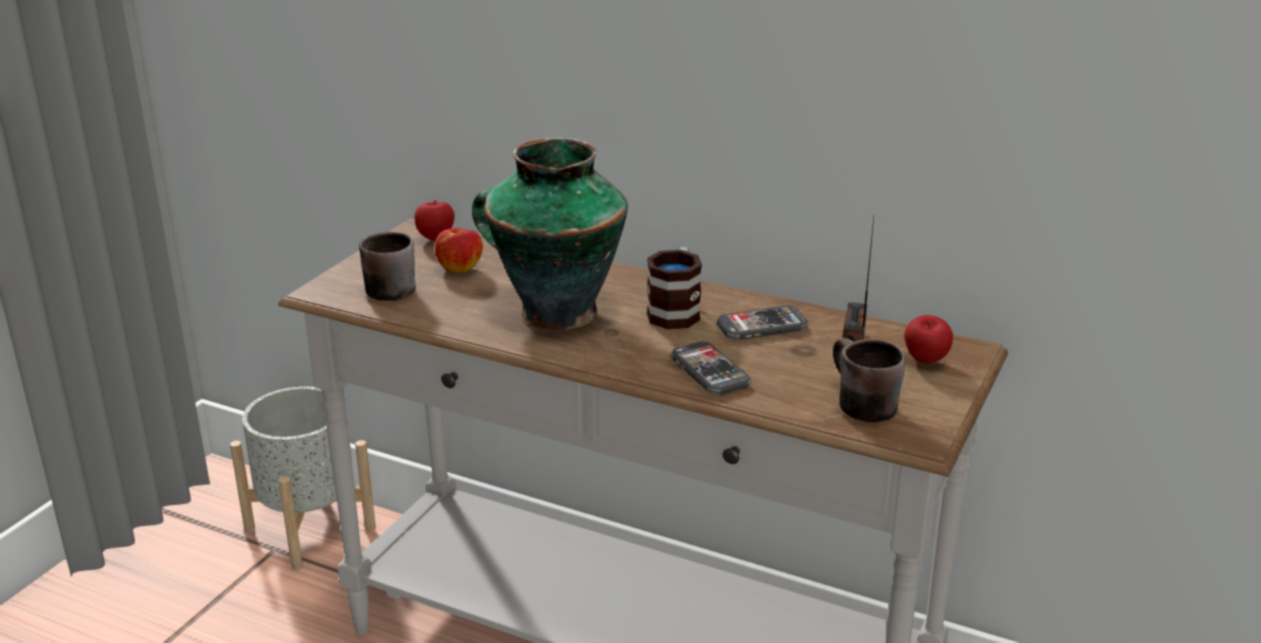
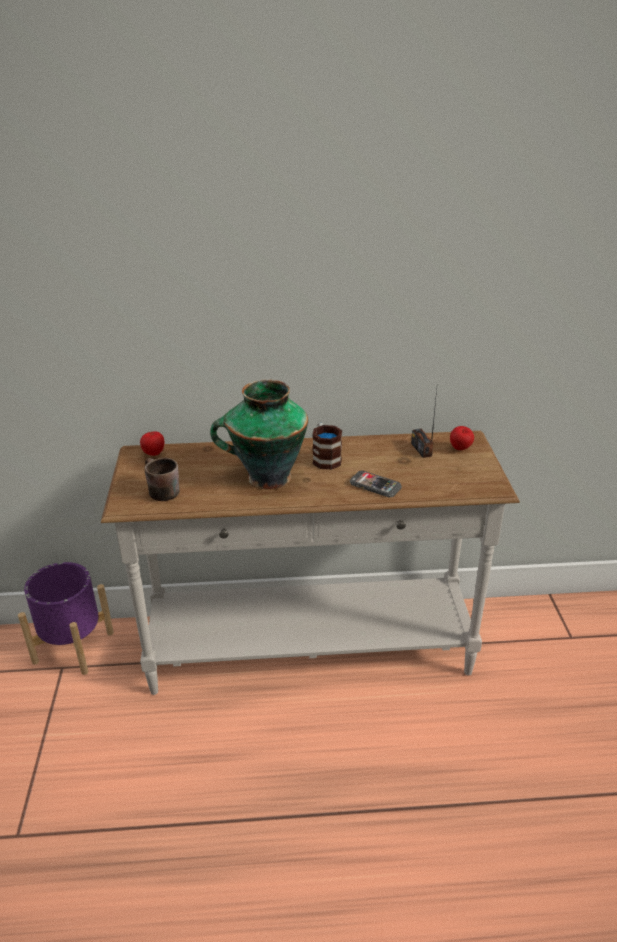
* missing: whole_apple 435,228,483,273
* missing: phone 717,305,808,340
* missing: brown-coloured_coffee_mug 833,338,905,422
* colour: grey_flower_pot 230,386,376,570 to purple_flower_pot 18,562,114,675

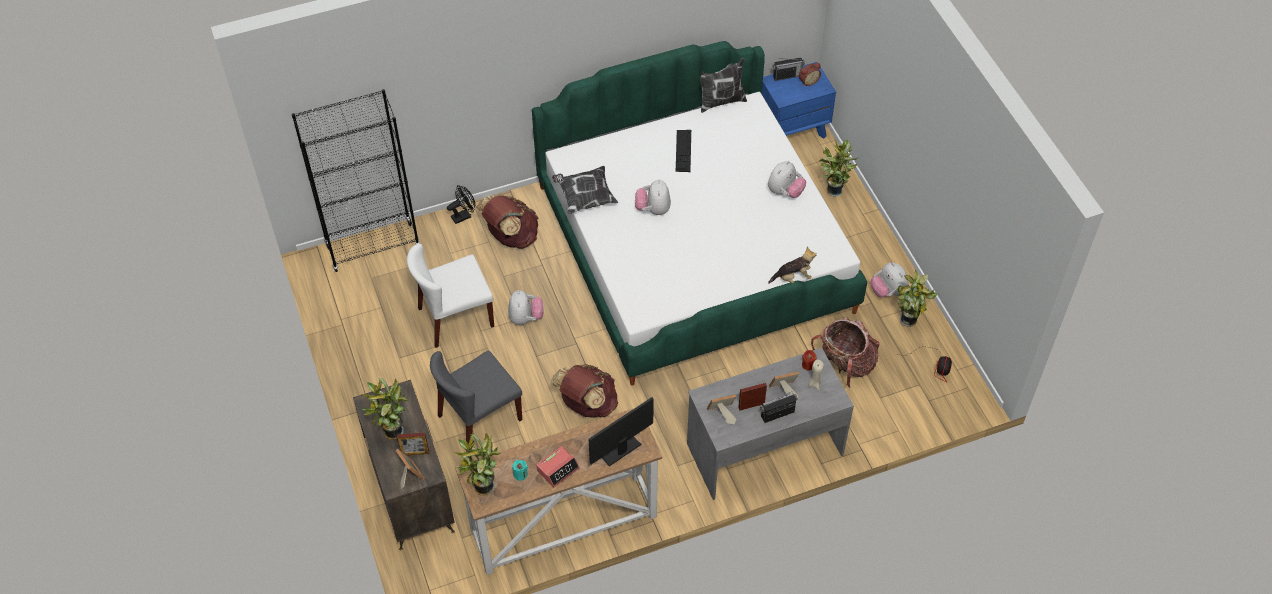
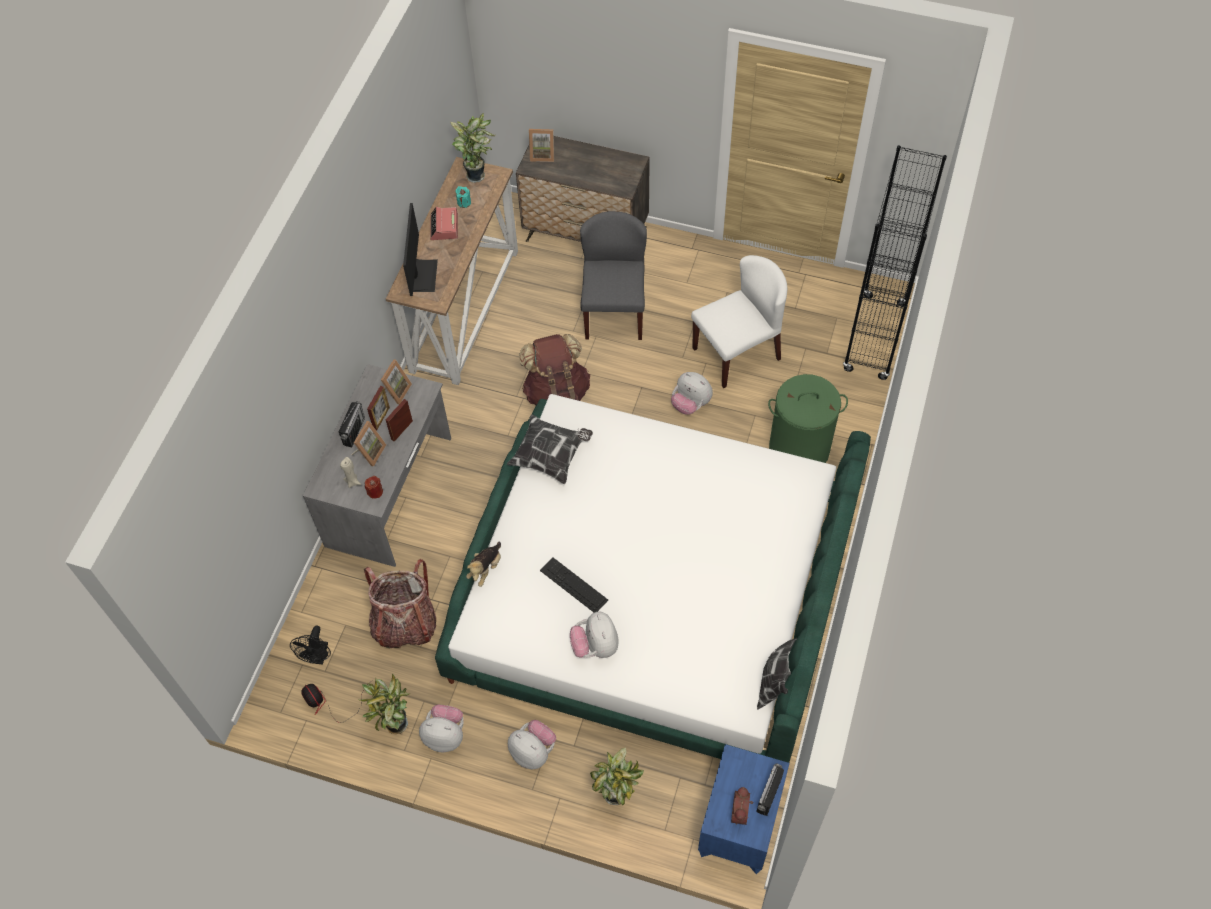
* missing: houseplant 362,378,408,440
* relocated: picture_frame 397,433,429,455 to 386,399,413,442
* relocated: blackish_fan 447,185,476,224 to 290,626,331,665
* relocated: throw_pillow 552,166,618,215 to 507,415,593,484
* relocated: plush_toy 635,179,671,215 to 508,720,556,770
* relocated: computer_keyboard 676,130,691,172 to 540,558,608,612
* exchanged: brown-coloured_backpack 476,195,539,249 to greenish_washing_basket 768,374,848,463
* spun: white_plain_chair 407,244,494,348 = 691,255,787,388 45 degrees clockwise

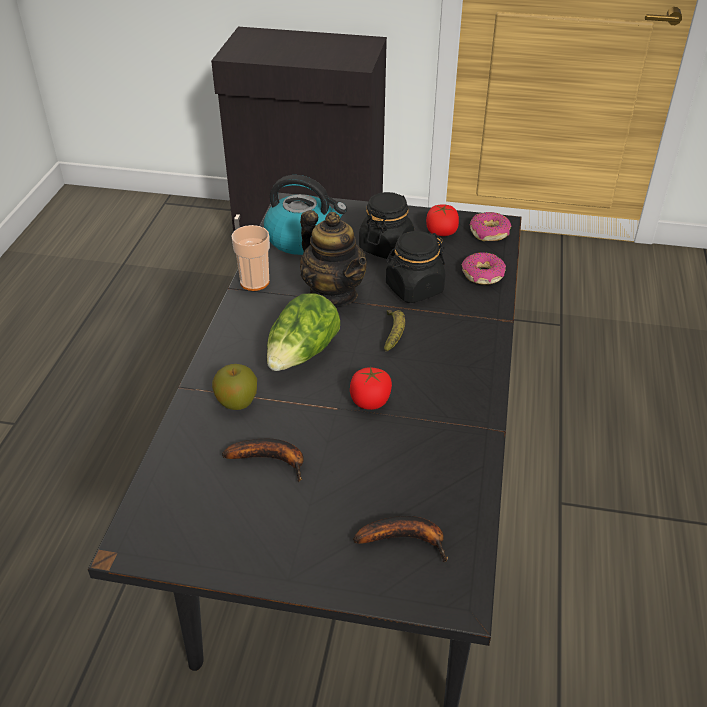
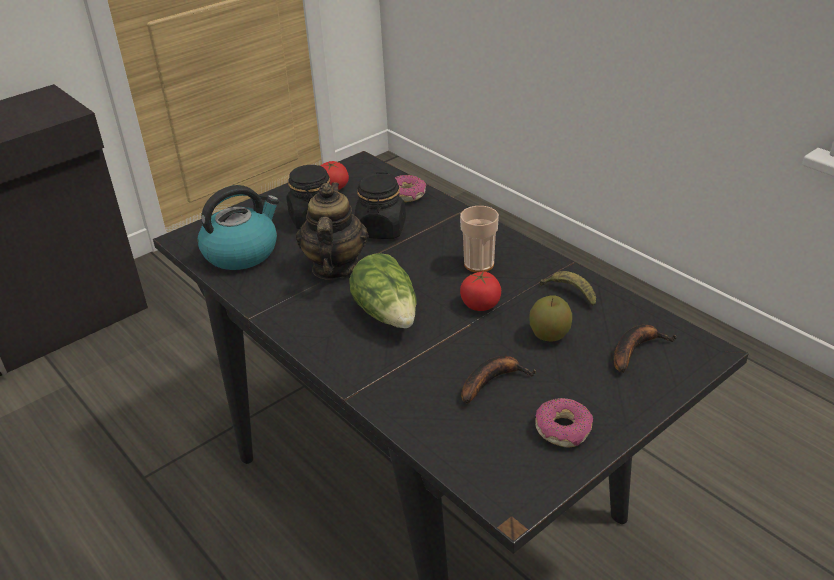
* relocated: whole_apple 212,364,257,410 to 529,295,572,342
* relocated: small_cup 231,225,270,291 to 460,206,499,273
* relocated: banana_fruit 384,310,405,351 to 539,271,596,306
* relocated: donut 470,212,512,241 to 535,398,593,448
* spun: teapot 300,210,367,306 = 296,182,369,280 90 degrees counterclockwise

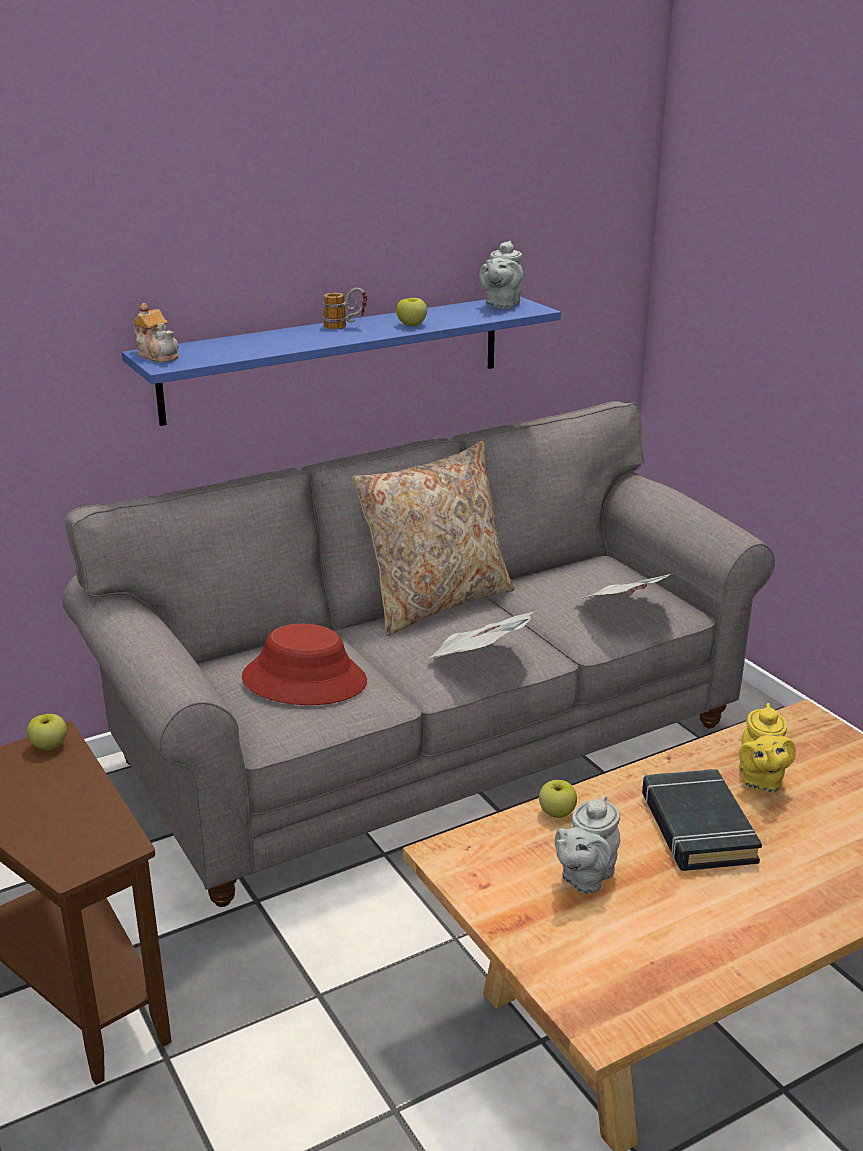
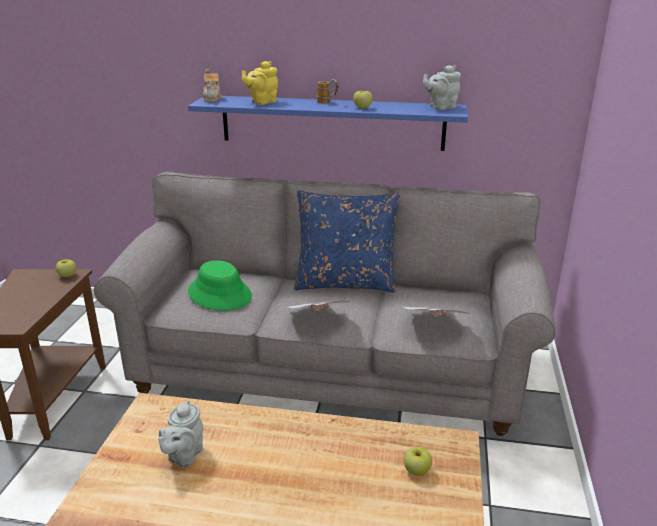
* missing: blackish_volume 642,769,762,871
* relocated: whole_apple 539,780,577,818 to 404,447,432,476
* relocated: yellowish_teapot 739,703,796,793 to 242,61,278,105
* colour: reddish_wearable_hat 242,624,367,705 to greenish_wearable_hat 188,260,252,311
* colour: beige-coloured_throw_pillow 352,441,515,636 to blue-coloured_throw_pillow 294,190,400,293
* spun: grey_teapot 555,796,620,894 = 158,400,203,467 60 degrees counterclockwise

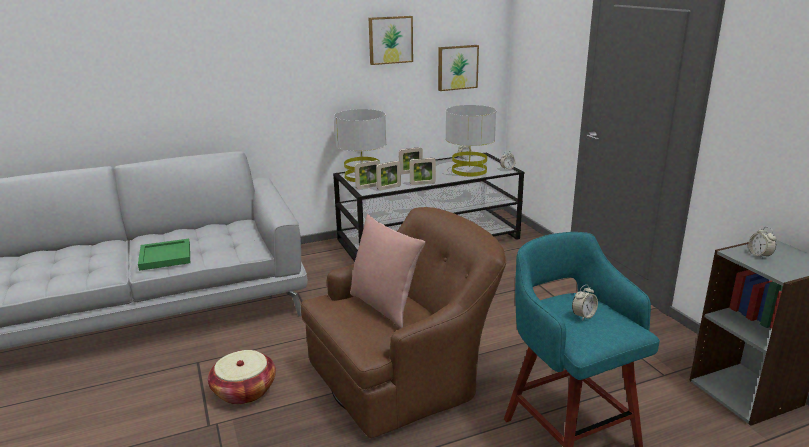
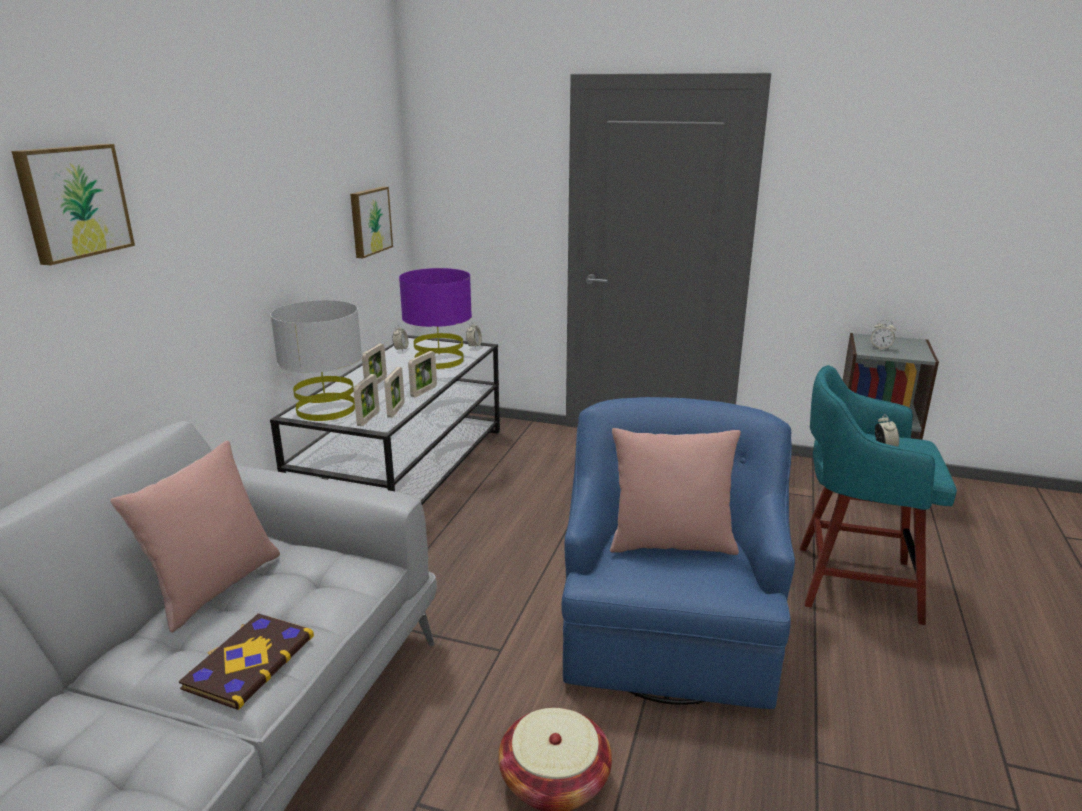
* appeared: pink_throw_pillow 110,441,280,633
* relocated: wall_art 369,16,413,65 to 12,144,135,265
* exchanged: greenish_serving_tray 138,239,190,271 to volume 179,613,314,710
* colour: brown-coloured_armchair 301,207,506,438 to blue-coloured_armchair 561,397,795,709
* colour: grey_table_lamp 446,105,496,176 to purple_table_lamp 399,268,472,369

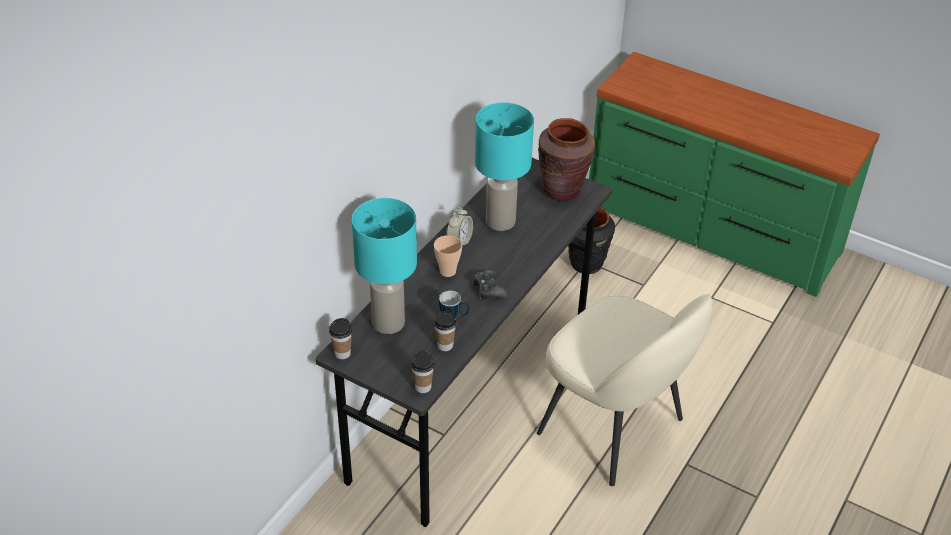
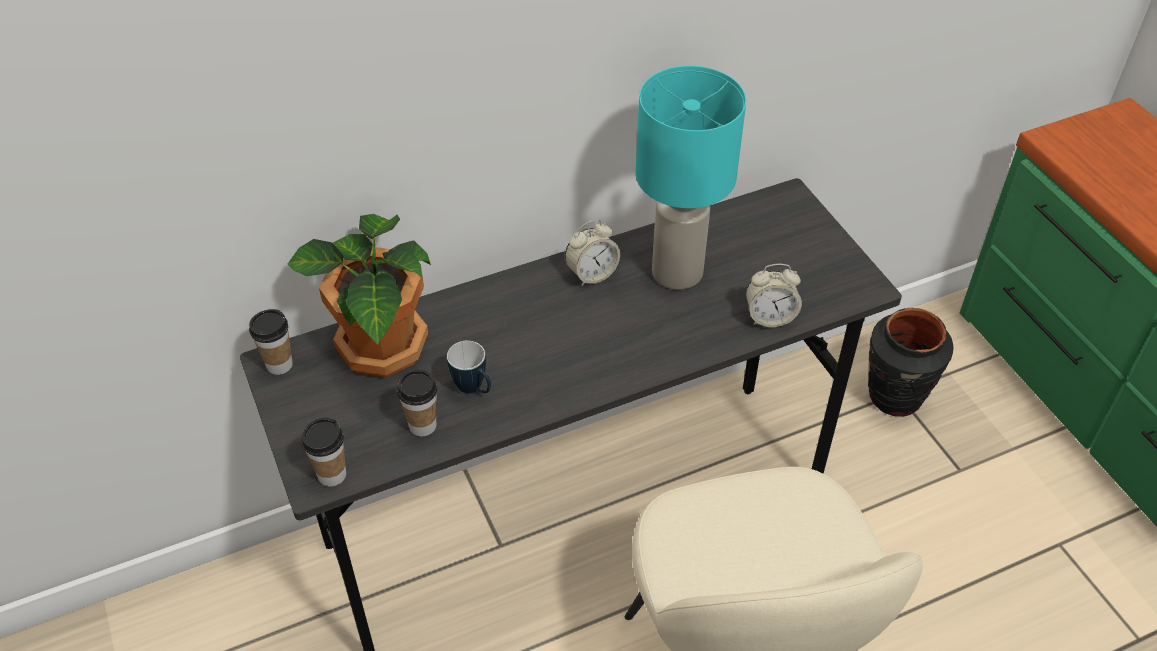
* missing: small_cup 434,235,462,277
* missing: blackish_gamepad 472,270,507,300
* missing: brown-coloured_flower_vase 538,118,595,201
* appeared: bedside_clock 746,264,802,327
* exchanged: turquoise-coloured_table_lamp 352,198,417,334 to houseplant 288,214,431,377

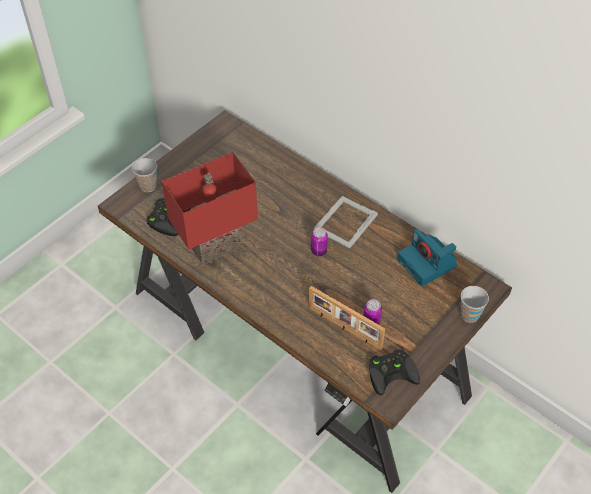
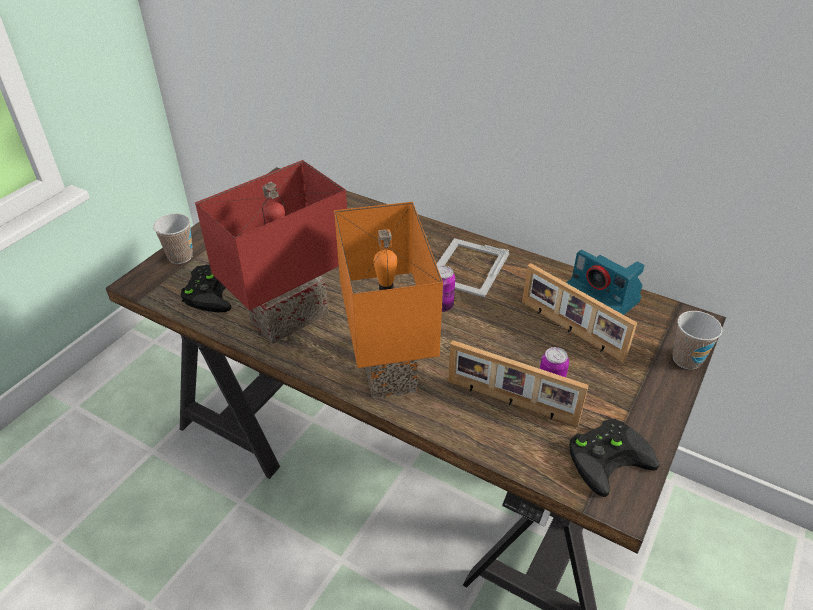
* appeared: orangey_table_lamp 334,202,443,399
* appeared: picture_frame 522,263,637,363

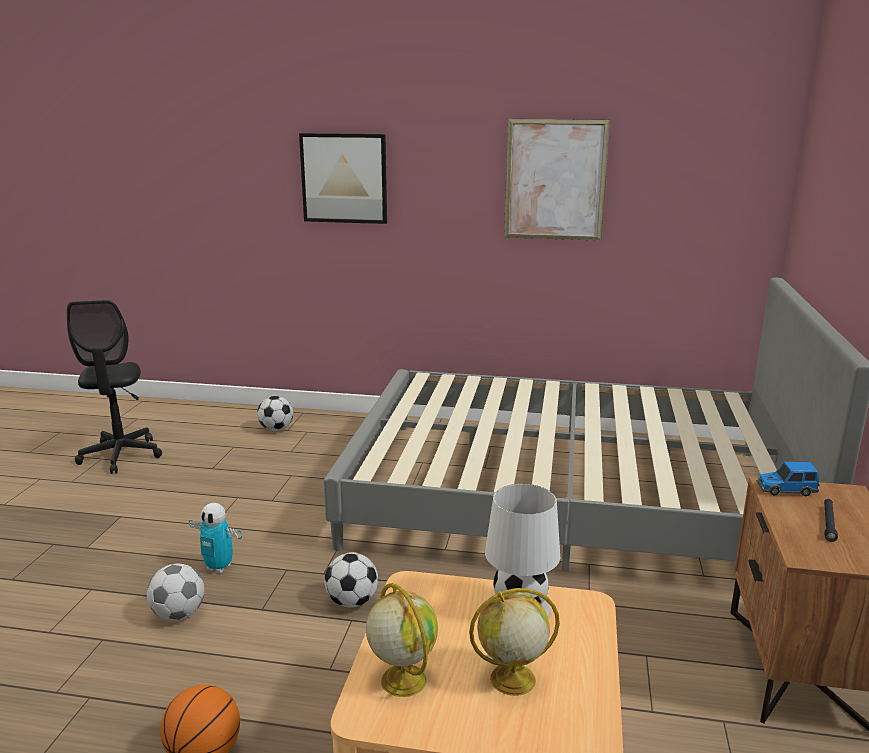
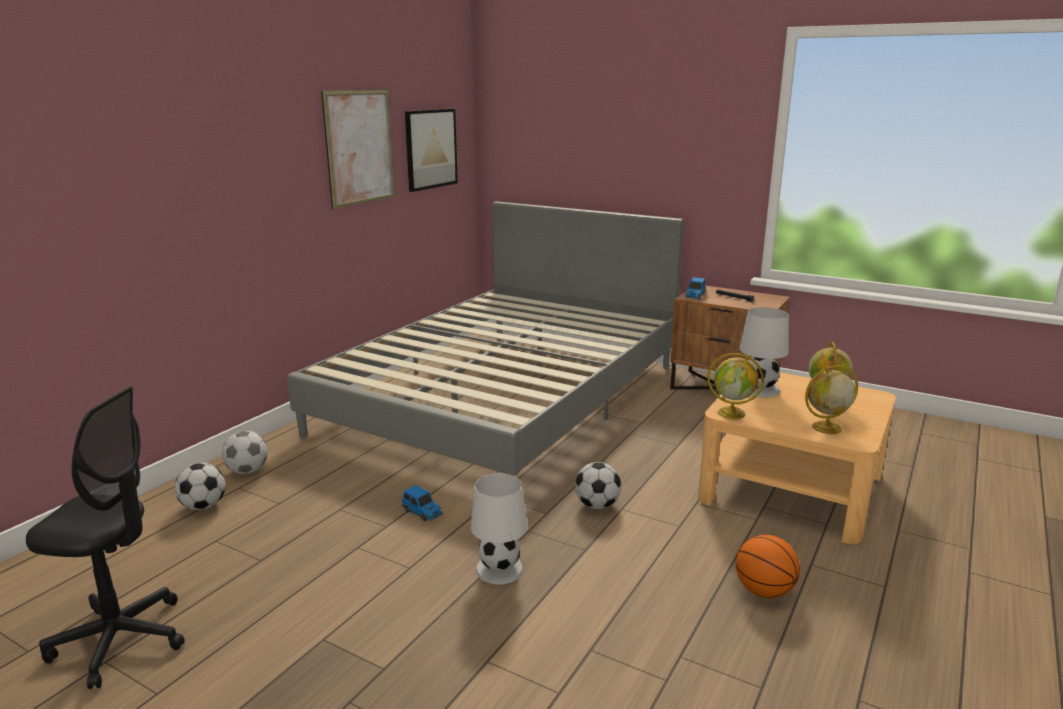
* appeared: miniature_car 402,485,443,521
* appeared: globe 707,353,764,419
* relocated: ball_for_football 147,564,204,621 to 222,431,268,474
* relocated: wall_art 299,133,387,224 to 405,108,458,192
* exchanged: robot_figure 189,503,242,573 to white_table_lamp 471,473,528,584

